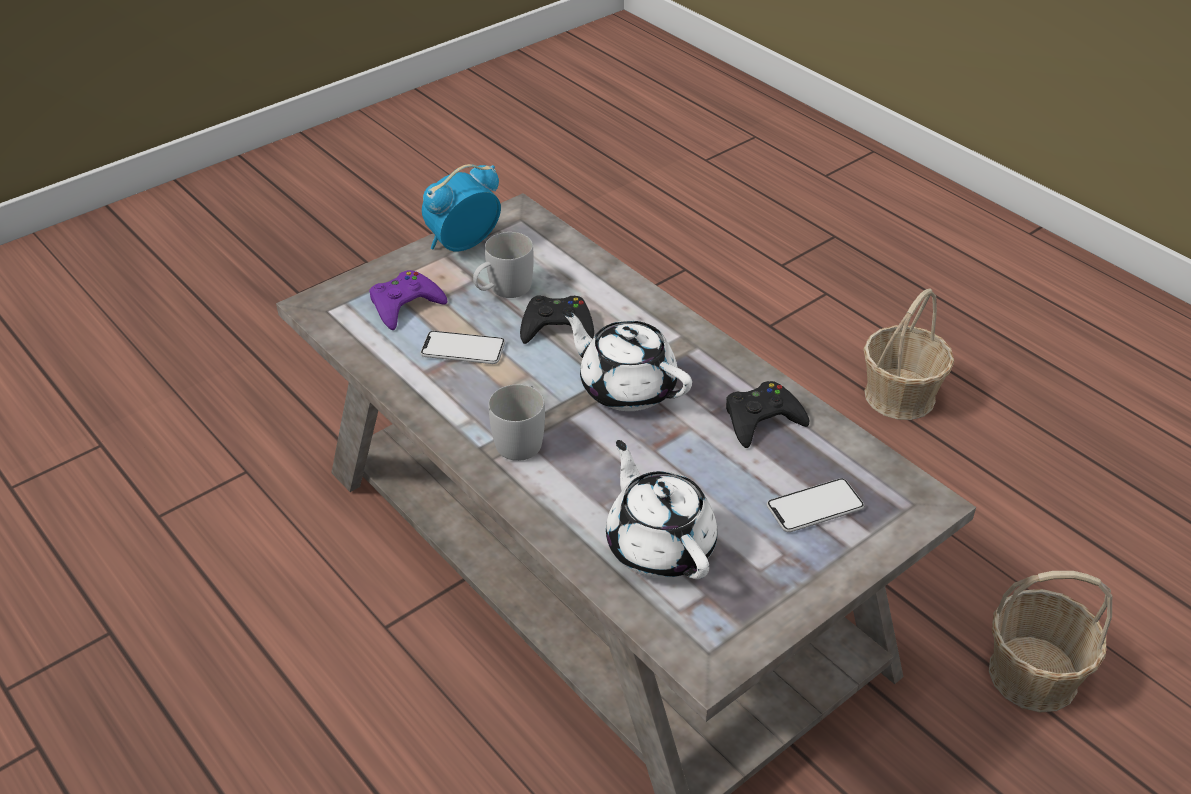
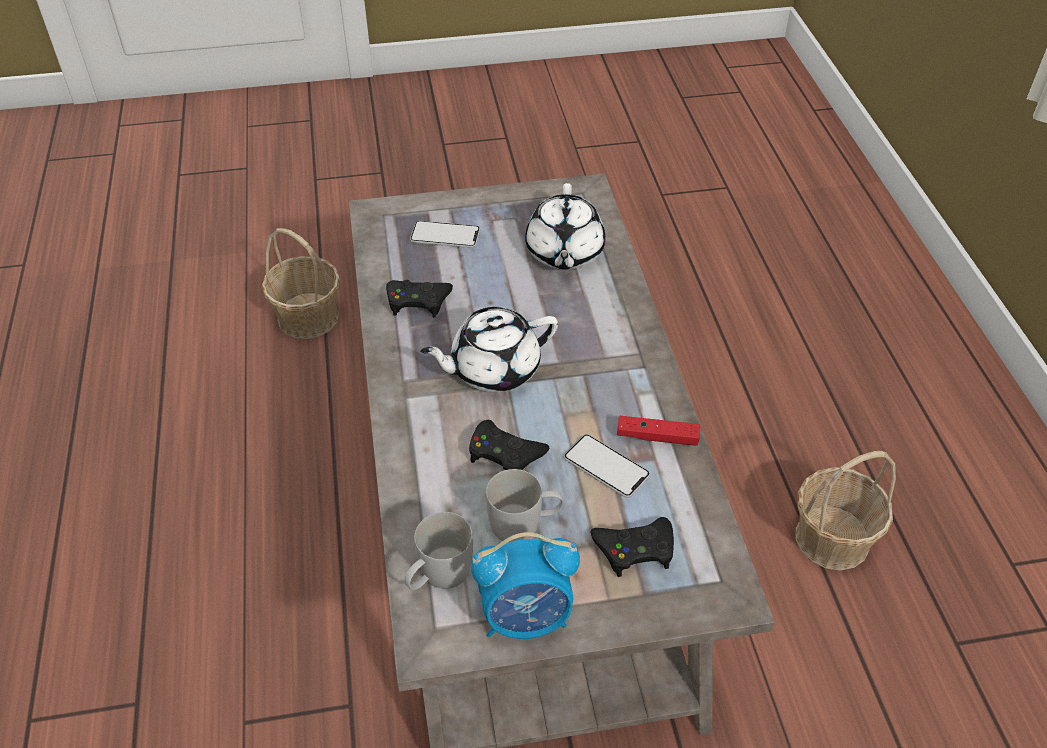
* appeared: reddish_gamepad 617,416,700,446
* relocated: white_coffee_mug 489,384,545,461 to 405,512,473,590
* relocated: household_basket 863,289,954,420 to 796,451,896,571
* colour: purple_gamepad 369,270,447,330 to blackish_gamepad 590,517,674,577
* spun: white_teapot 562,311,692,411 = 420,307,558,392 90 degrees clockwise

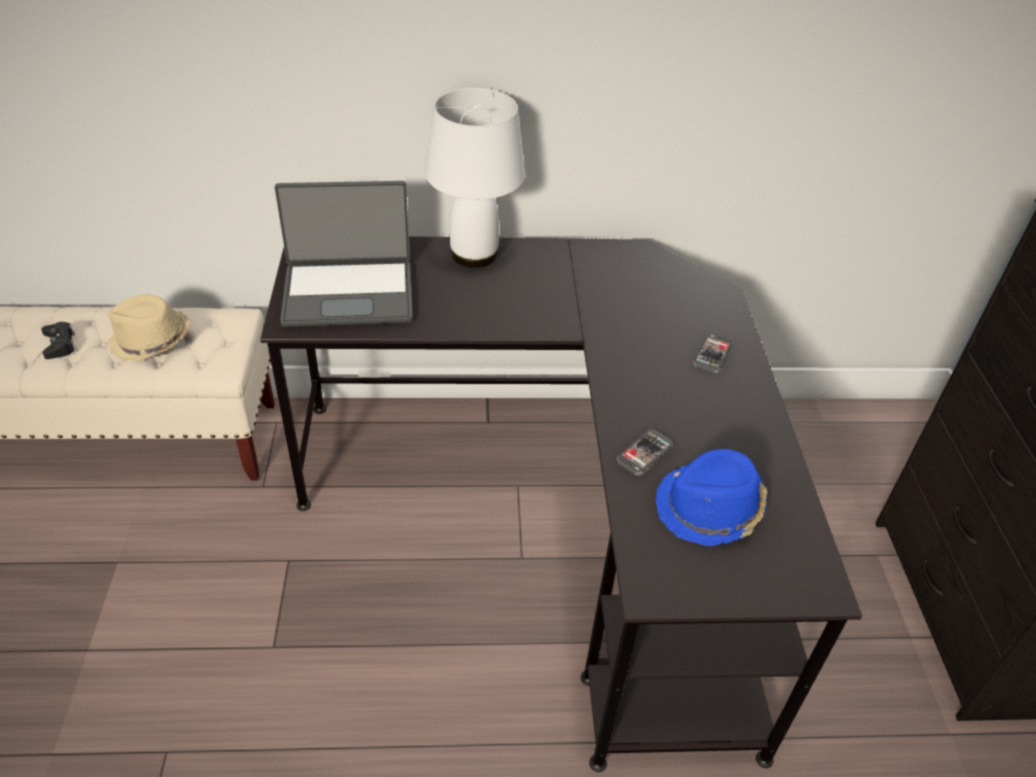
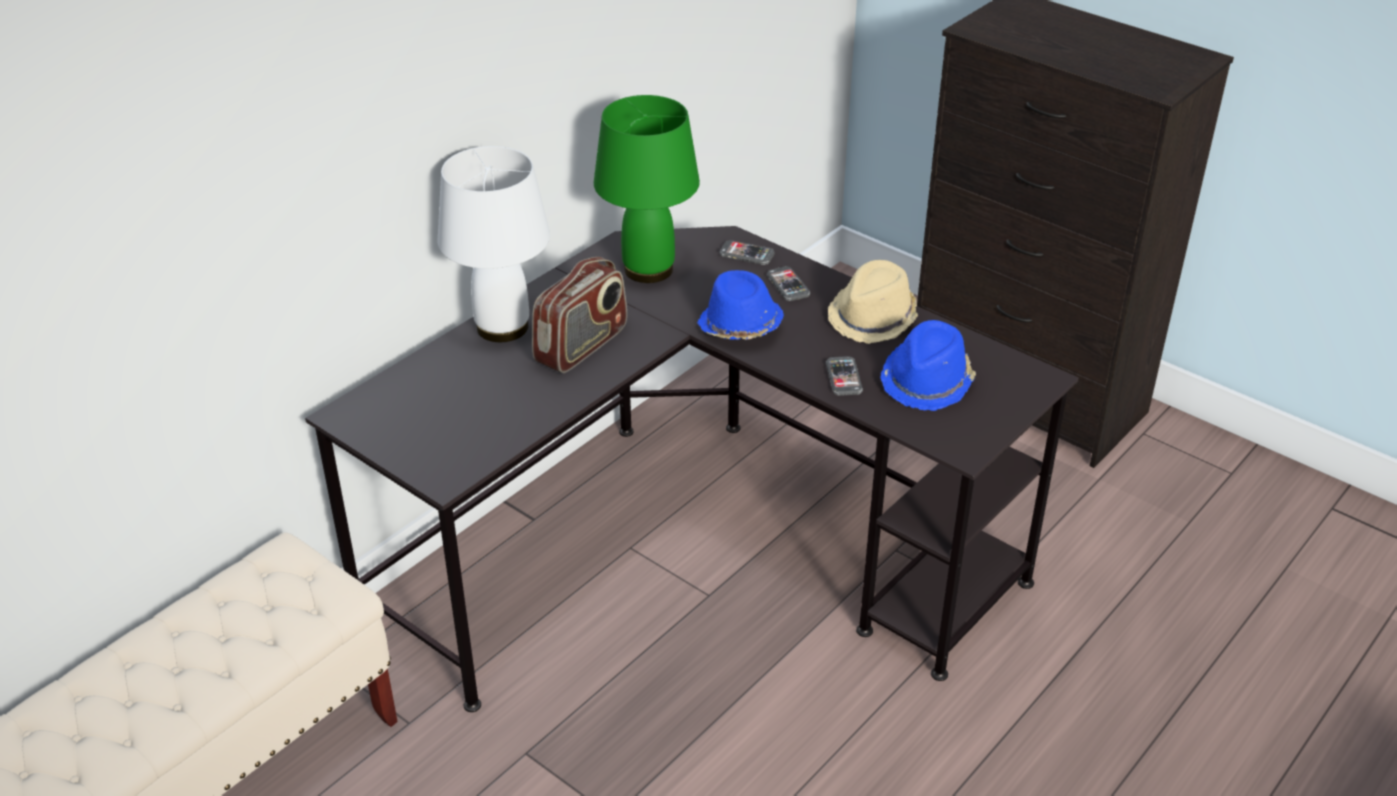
* missing: blackish_gamepad 41,322,76,359
* missing: notebook_computer 275,181,413,327
* appeared: radio_set 532,257,627,373
* appeared: greenish_table_lamp 594,95,700,283
* appeared: blue-coloured_wearable_hat 697,270,784,340
* appeared: phone 719,240,775,265
* relocated: beige-coloured_wearable_hat 108,294,190,361 to 828,260,918,344

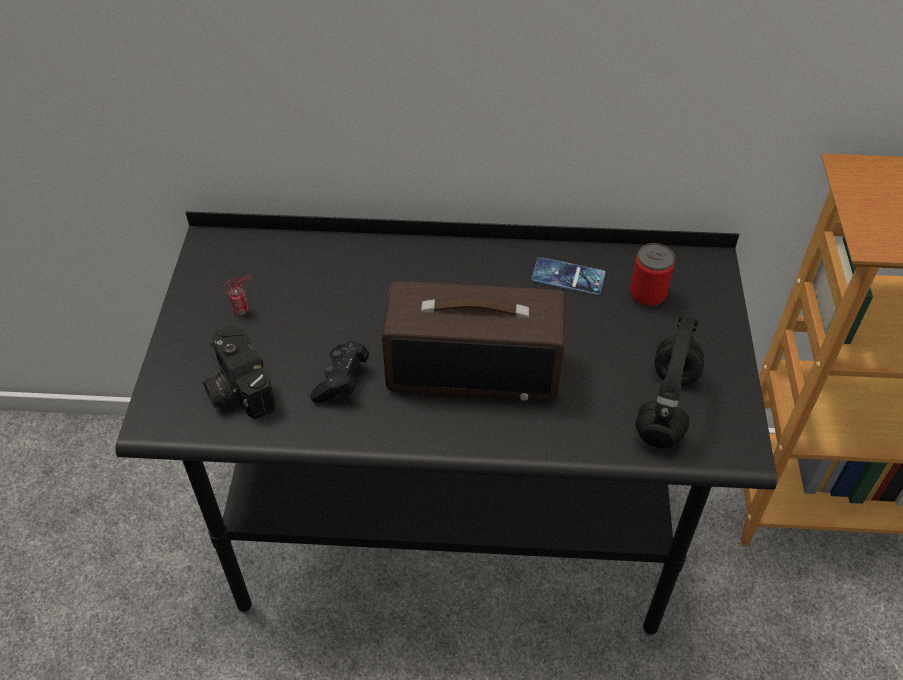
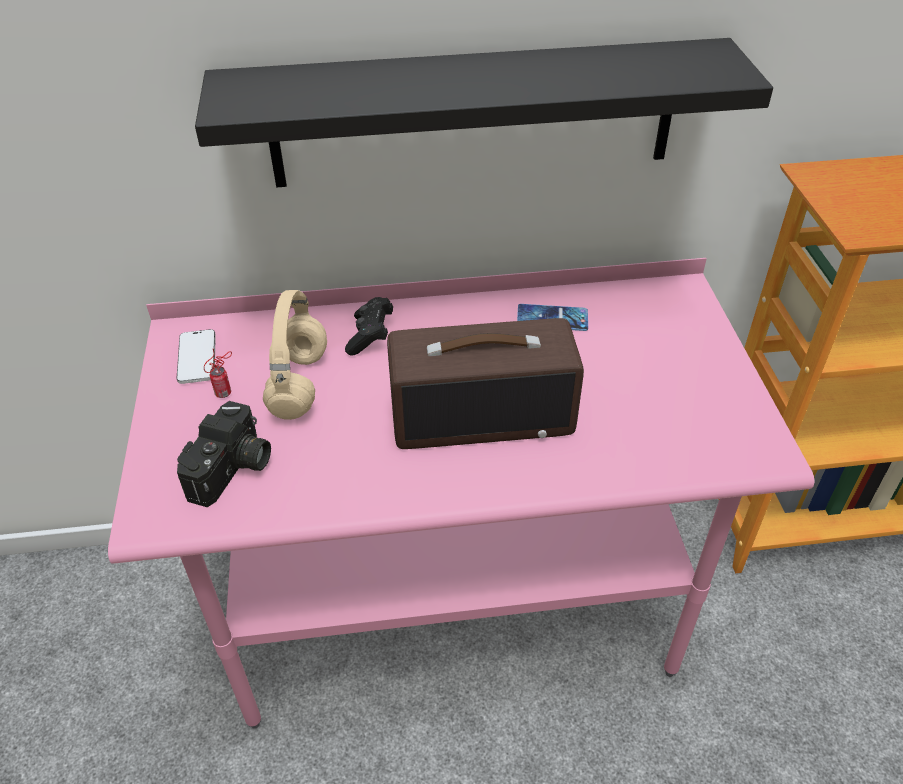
* missing: can 630,243,675,307
* missing: blackish_headphones 636,316,704,448
* appeared: phone 177,329,216,384
* appeared: blackish_wall_shelf 195,38,773,188
* appeared: beige-coloured_headphones 263,290,327,420
* relocated: blackish_gamepad 310,341,369,403 to 345,297,393,356
* colour: blackish_desk_table 115,211,777,636 to pink_desk_table 108,258,814,729
* spun: still_camera 203,324,275,420 = 177,401,271,507 120 degrees counterclockwise

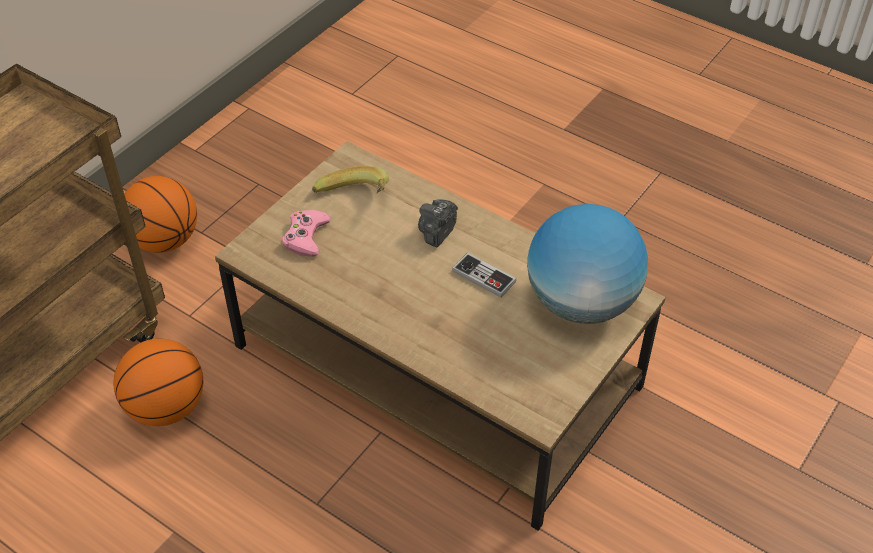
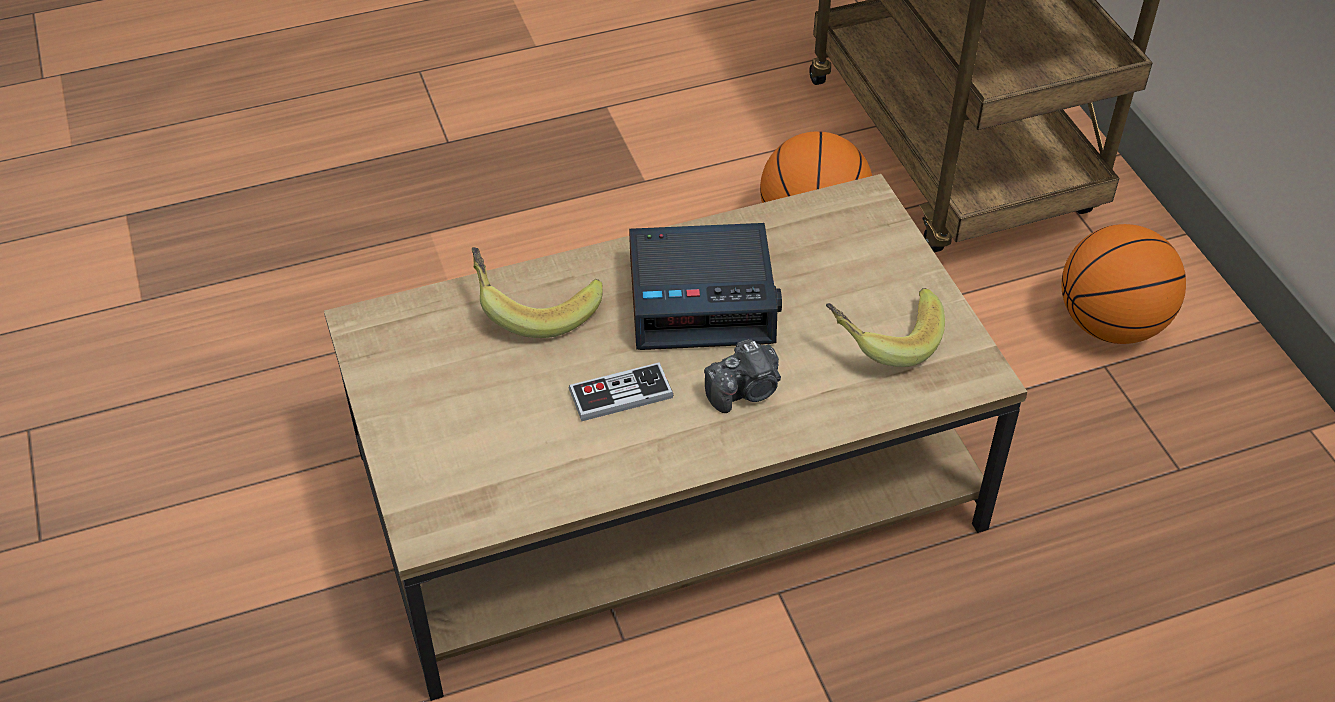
* missing: pink_gamepad 282,210,331,257
* missing: globe 527,204,648,324
* appeared: banana_fruit 472,247,603,338
* appeared: bedside_clock 629,223,782,350
* spun: still_camera 418,199,458,248 = 704,339,781,413 90 degrees clockwise

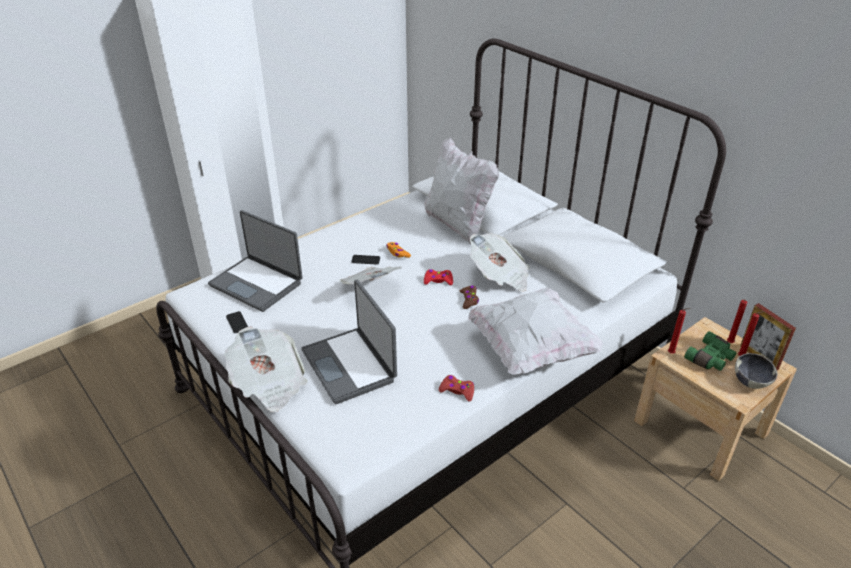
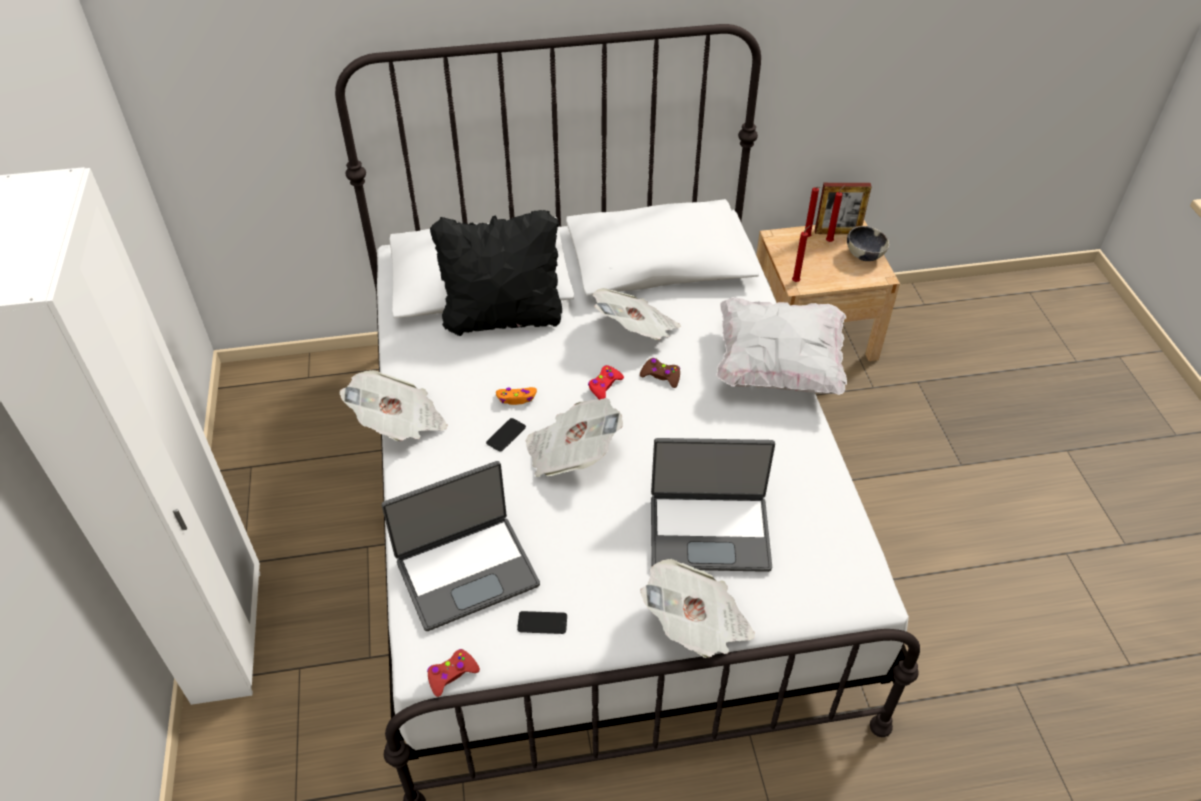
* missing: greenish_binoculars 684,331,736,371
* appeared: printed_paper 340,370,448,441
* relocated: reddish_gamepad 439,375,474,401 to 427,649,480,697
* colour: white_throw_pillow 425,137,499,245 to blackish_throw_pillow 430,210,562,336

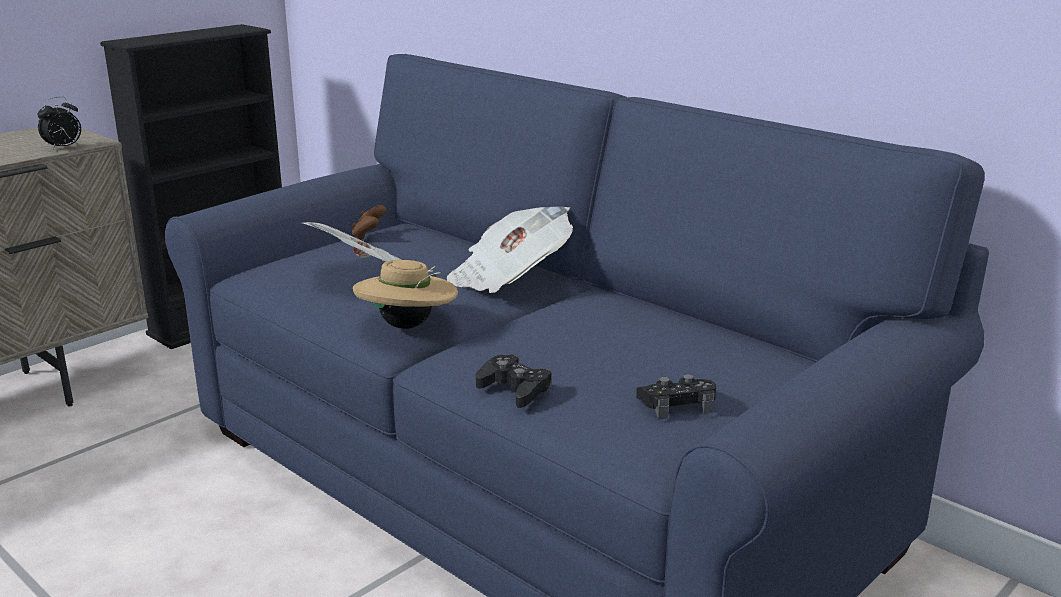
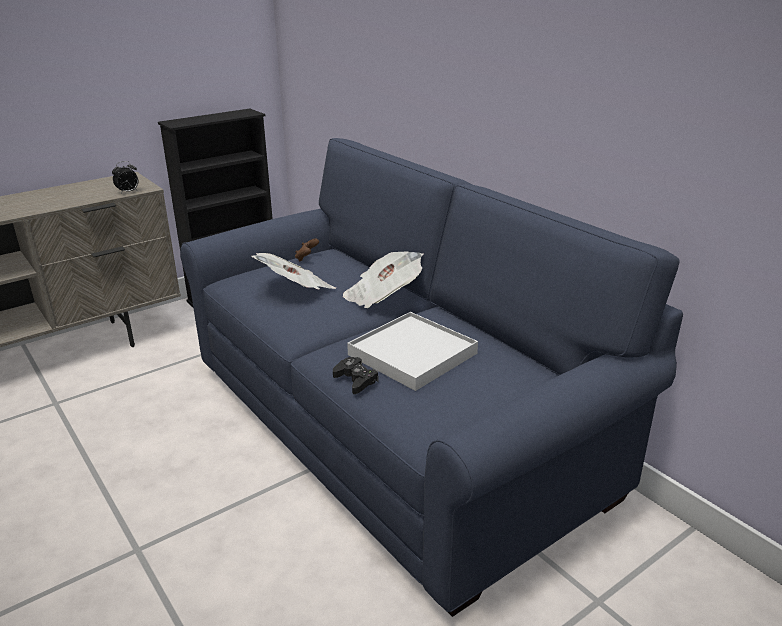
* missing: beige-coloured_wearable_hat 353,260,458,329
* missing: blackish_gamepad 636,374,716,419
* appeared: white_serving_tray 347,312,478,391

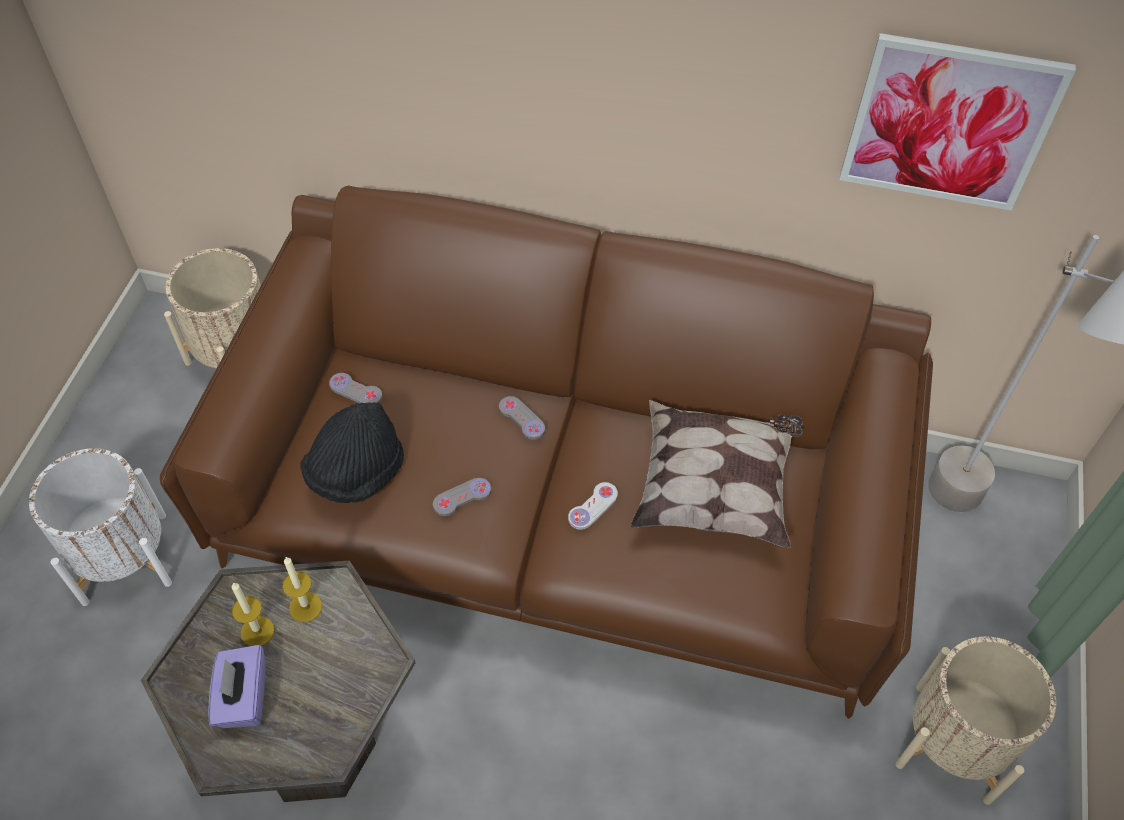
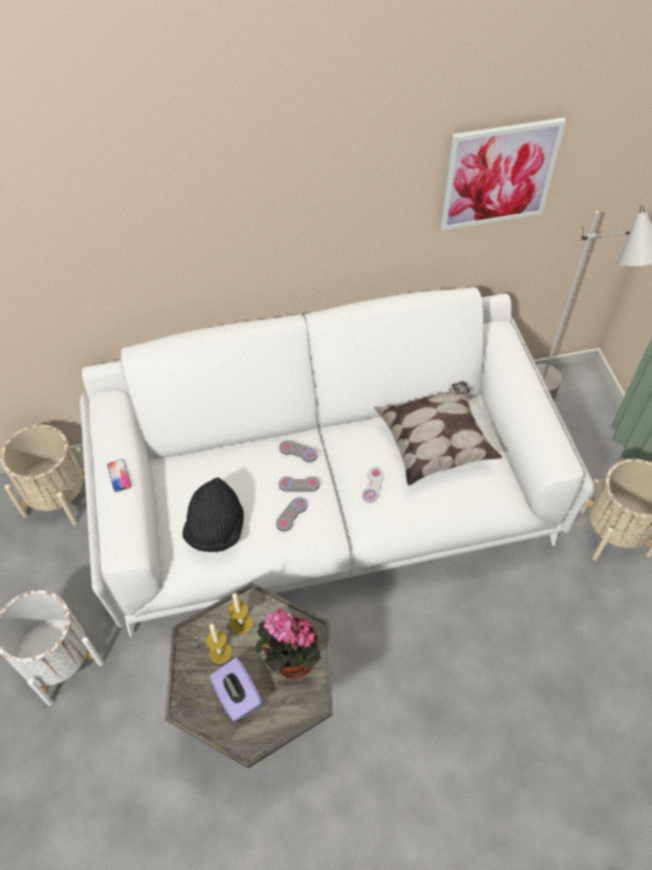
* appeared: phone 107,459,132,492
* appeared: houseplant 255,608,321,679
* relocated: grey_gamepad 329,373,383,404 to 279,476,320,492
* colour: brown-coloured_settee 160,185,933,719 to white_settee 80,287,594,637

